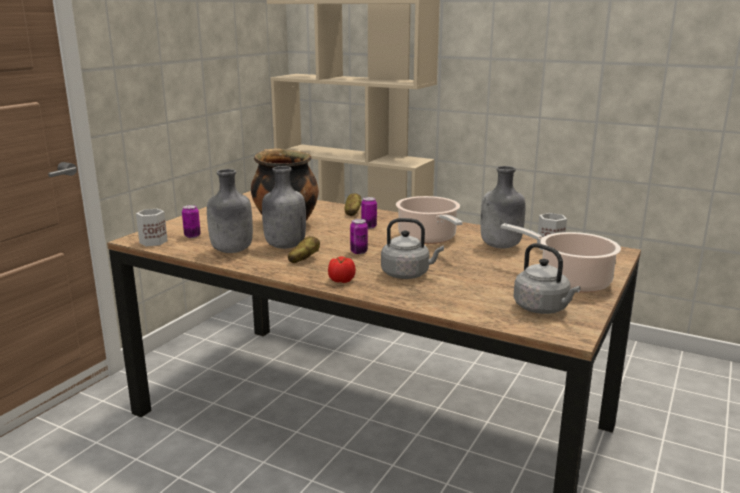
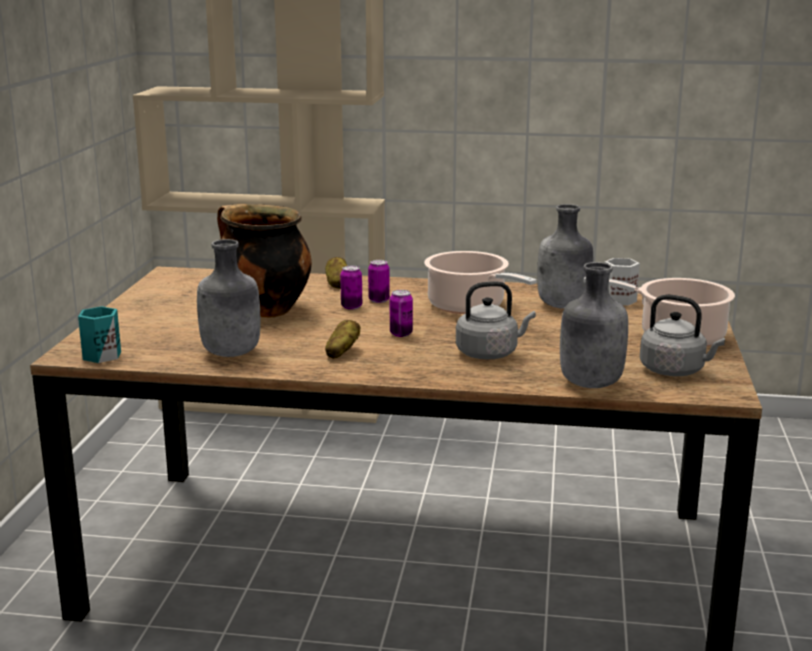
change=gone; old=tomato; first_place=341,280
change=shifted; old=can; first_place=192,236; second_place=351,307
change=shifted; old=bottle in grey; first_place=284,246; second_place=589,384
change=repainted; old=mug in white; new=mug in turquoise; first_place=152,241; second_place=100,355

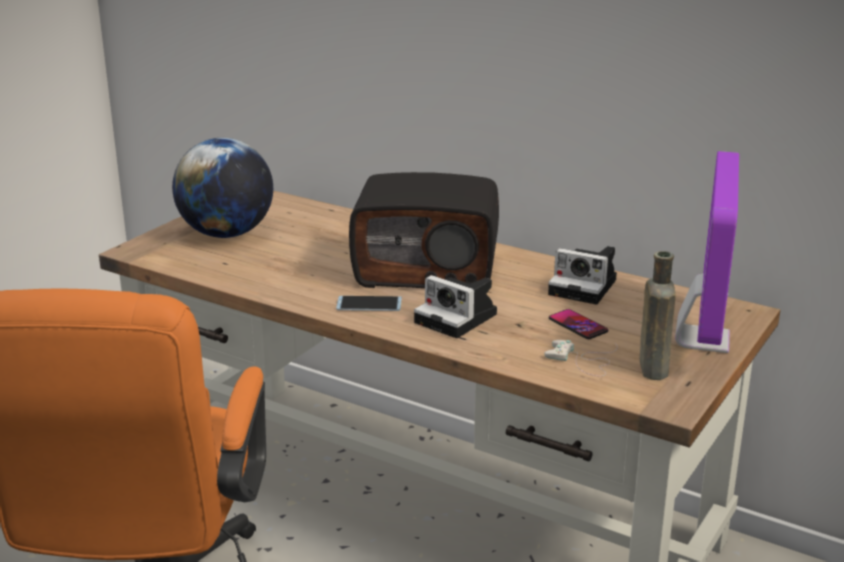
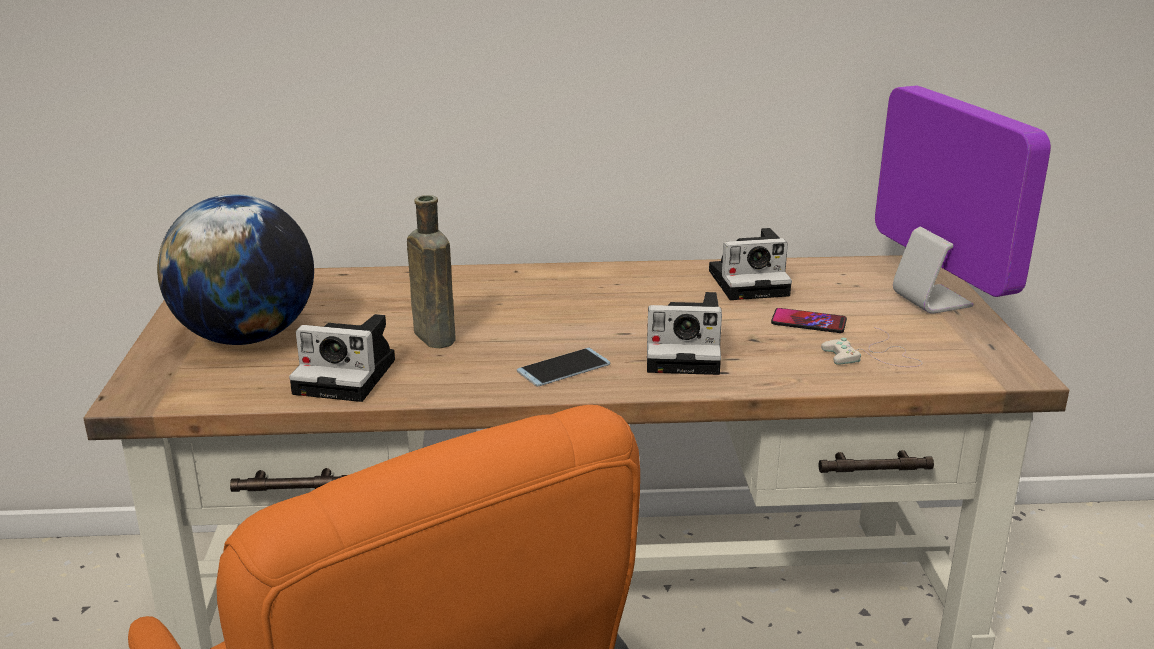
change=gone; old=radio; first_place=427,269
change=new; new=photo camera; second_place=349,376
change=shifted; old=bottle in brown; first_place=652,367; second_place=432,336

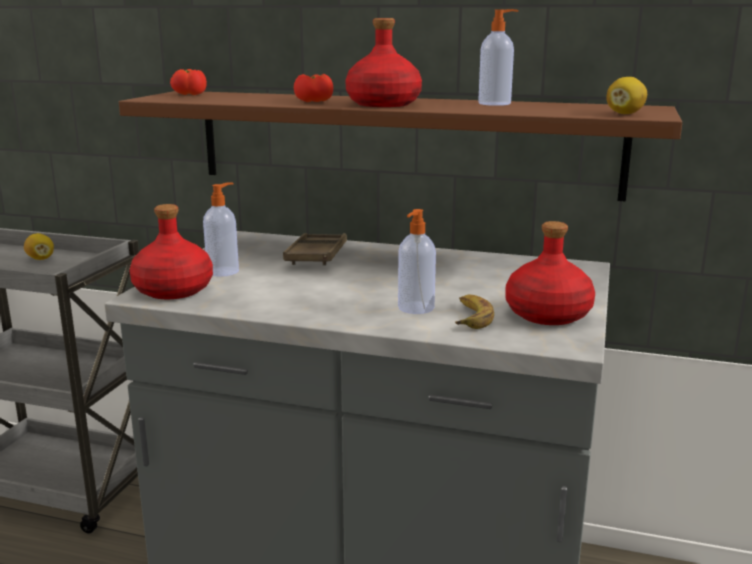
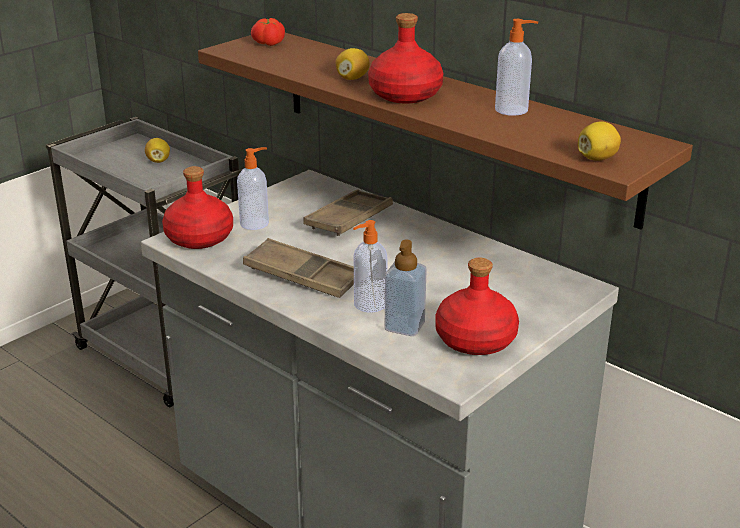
change=new; new=tray in brown; second_place=303,276
change=swapped; old=tomato; new=lemon; first_place=314,101; second_place=352,78
change=swapped; old=banana; new=soap dispenser; first_place=470,317; second_place=404,326

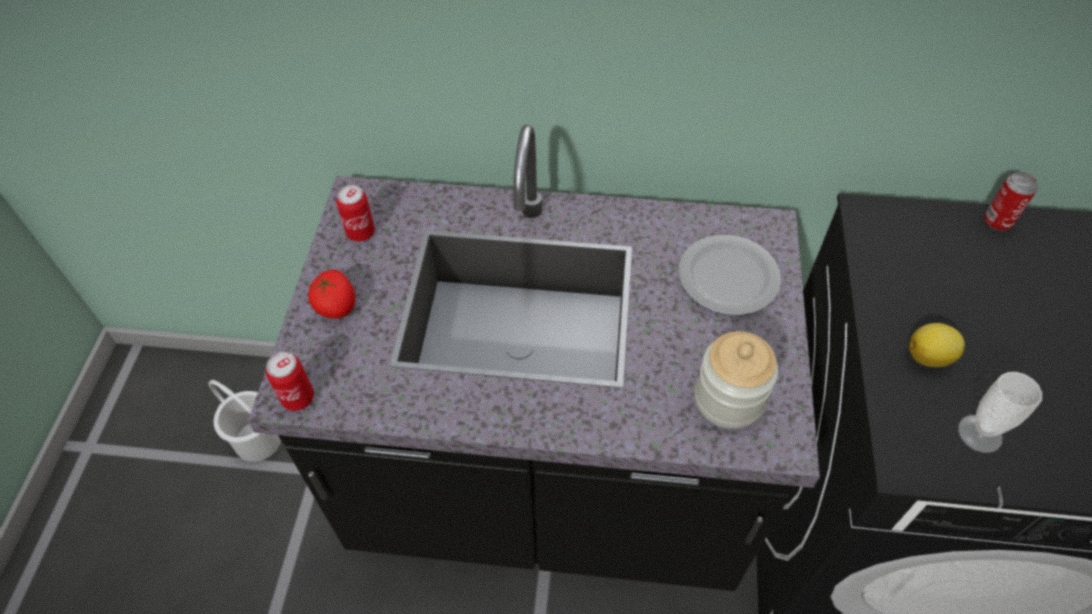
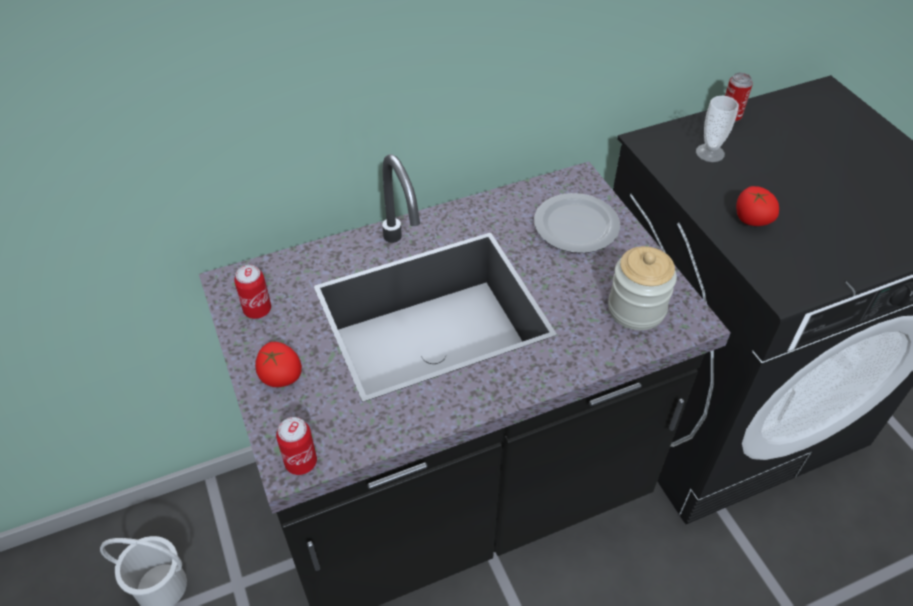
change=shifted; old=cup; first_place=979,433; second_place=710,153
change=swapped; old=lemon; new=tomato; first_place=929,357; second_place=751,219

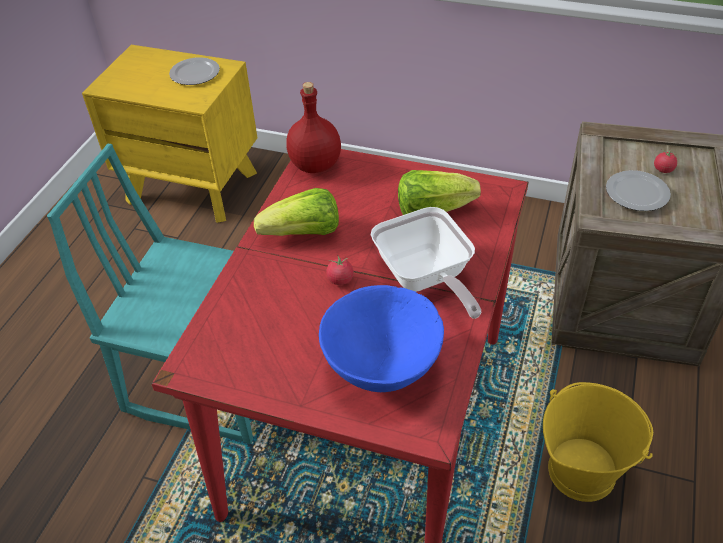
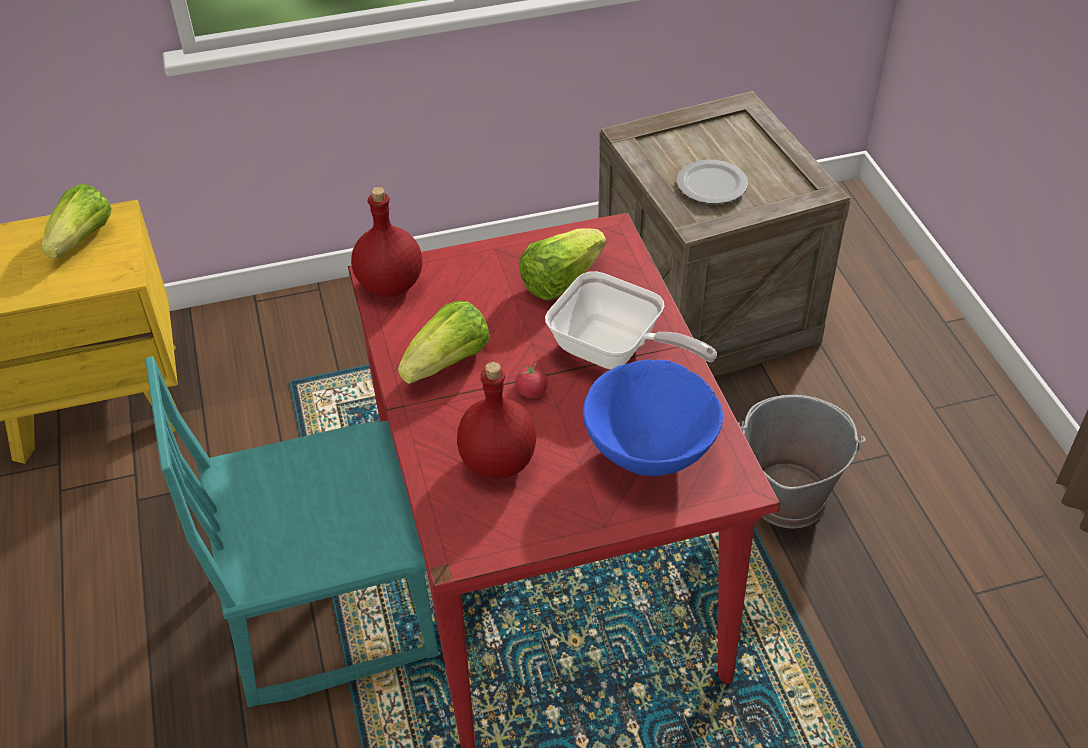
change=gone; old=tomato; first_place=663,169
change=new; new=bottle in red; second_place=499,462
change=swapped; old=plate; new=lettuce; first_place=196,73; second_place=83,239
change=repainted; old=bucket in yellow; new=bucket in grey; first_place=581,470; second_place=786,497

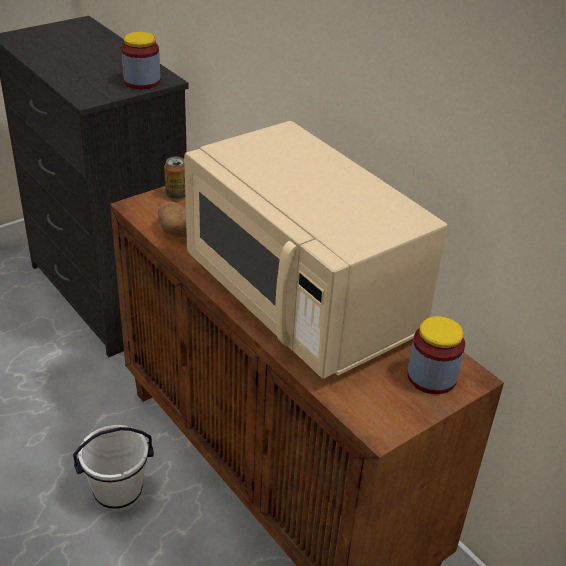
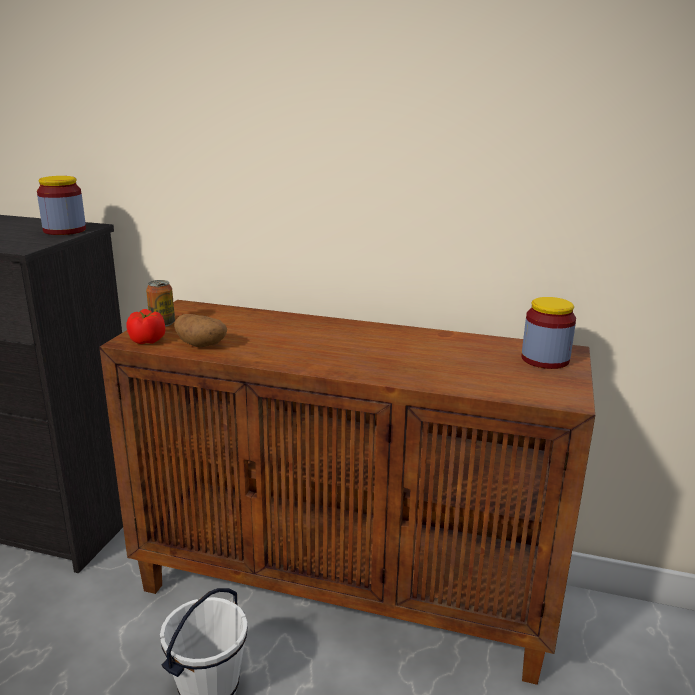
change=gone; old=microwave in beige; first_place=301,299
change=new; new=tomato; second_place=147,340

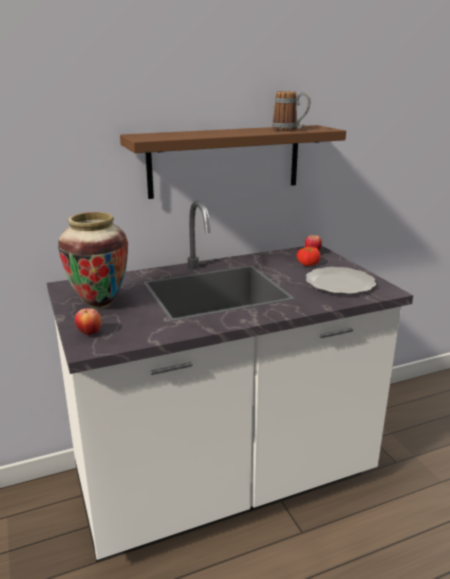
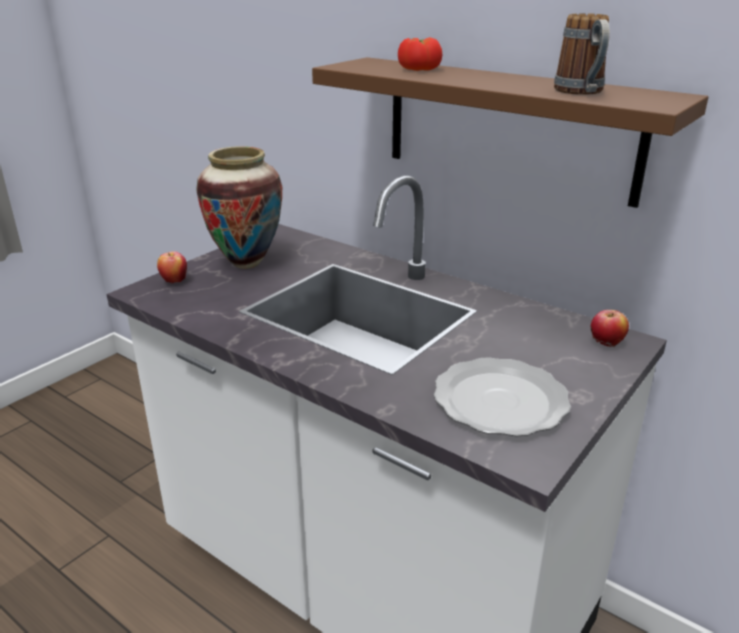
change=shifted; old=tomato; first_place=307,264; second_place=419,69

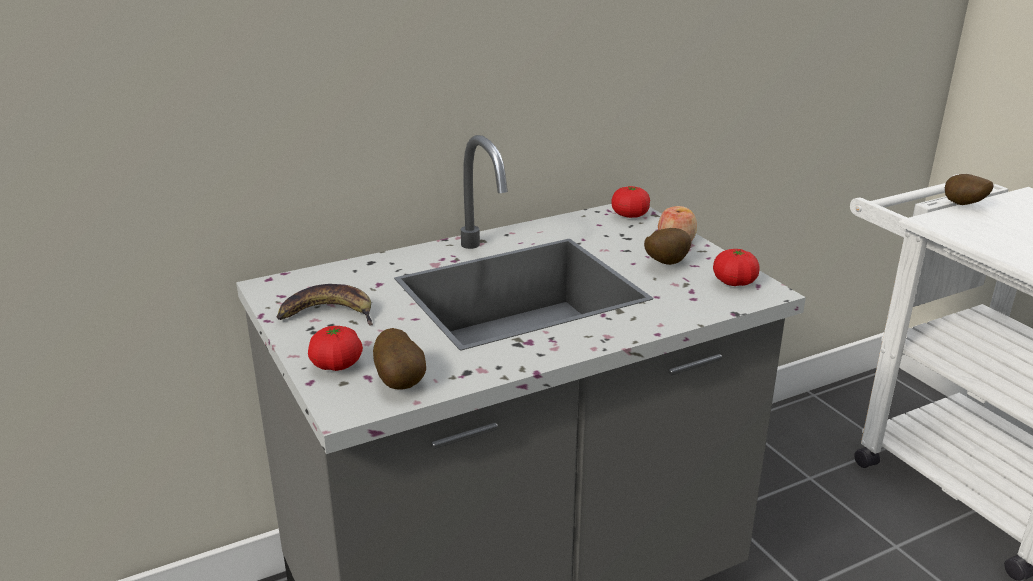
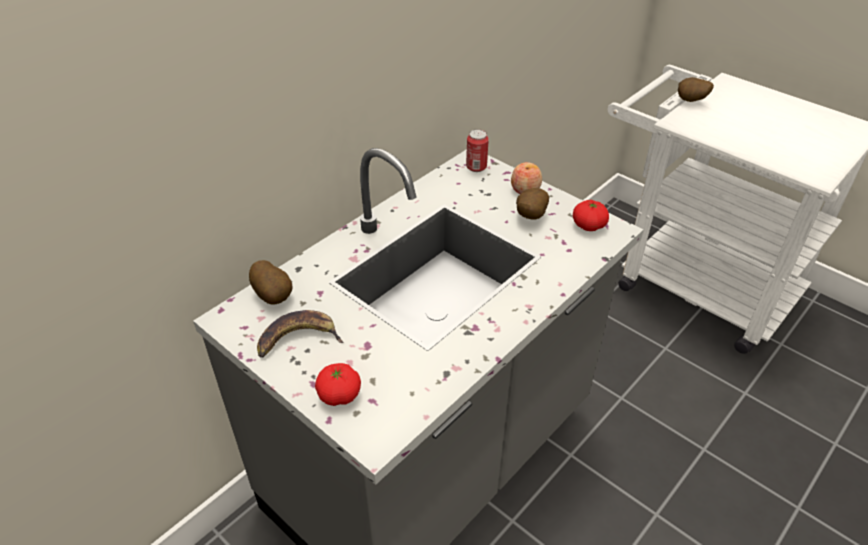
change=shifted; old=potato; first_place=401,382; second_place=274,296
change=swapped; old=tomato; new=can; first_place=630,215; second_place=476,167

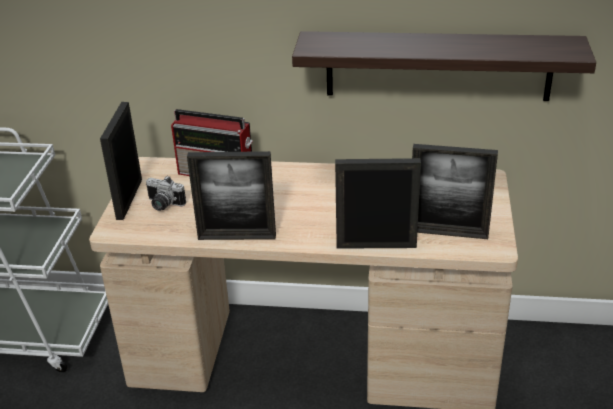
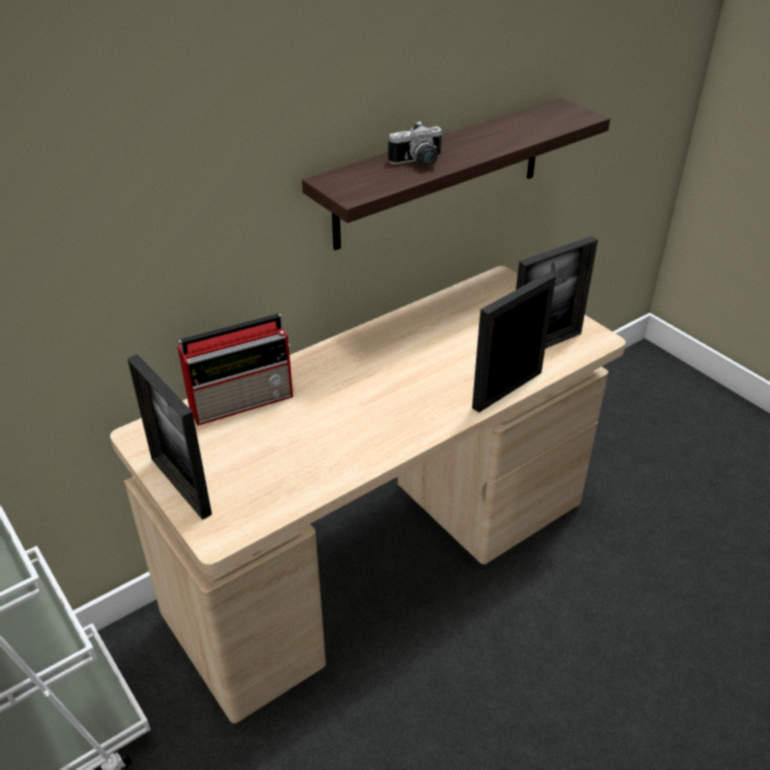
change=gone; old=picture frame; first_place=237,237
change=shifted; old=photo camera; first_place=163,205; second_place=418,163

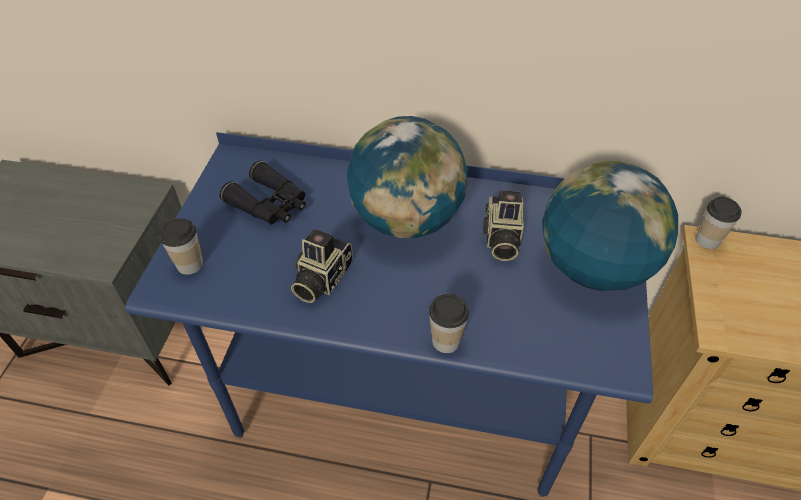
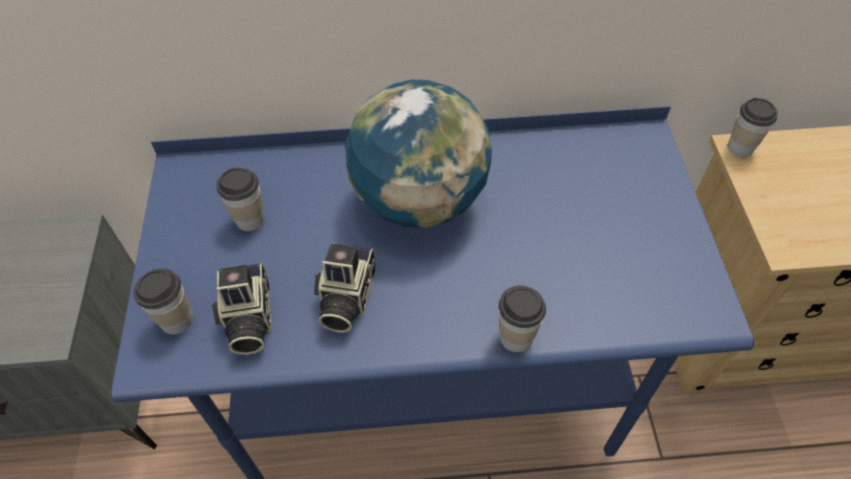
change=gone; old=globe; first_place=593,267
change=shifted; old=photo camera; first_place=501,238; second_place=247,319
change=swapped; old=binoculars in black; new=cup; first_place=270,204; second_place=250,219

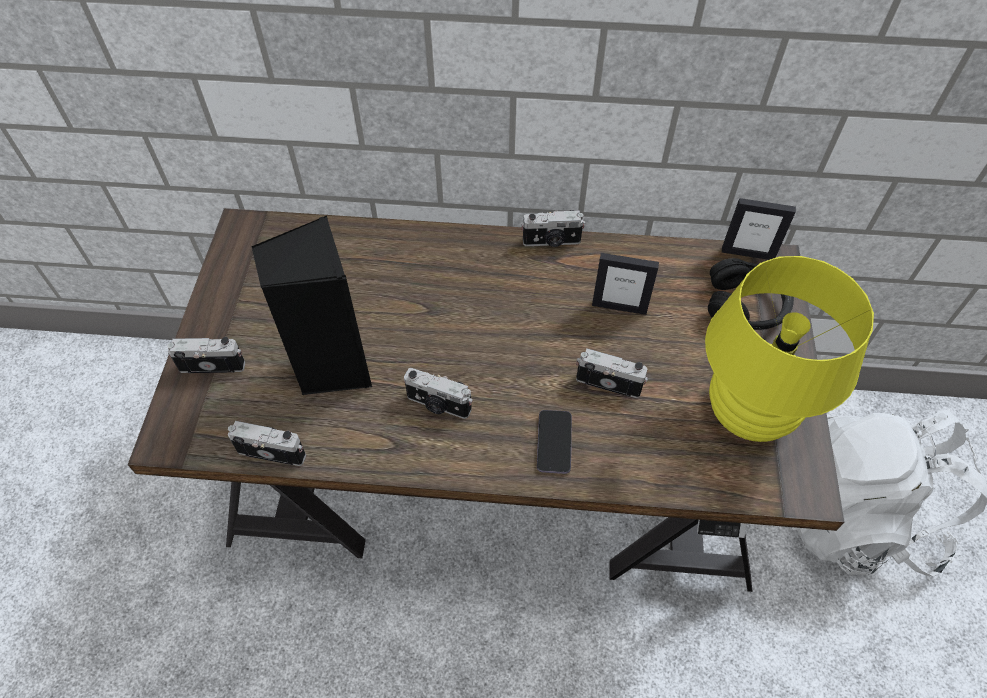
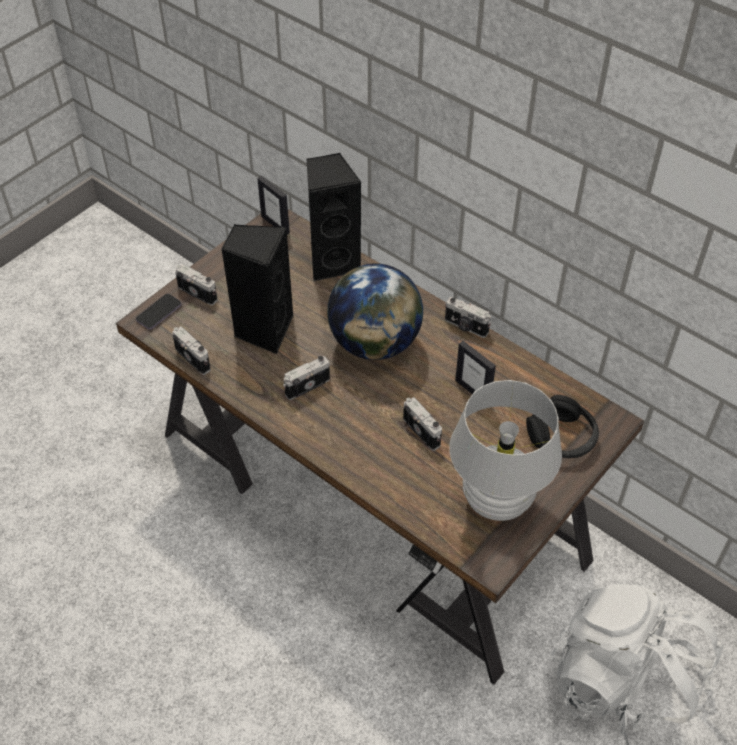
change=new; new=speaker in black; second_place=333,261
change=new; new=globe; second_place=375,343
change=shifted; old=phone; first_place=554,442; second_place=159,313
change=shifted; old=picture frame; first_place=747,253; second_place=275,224
change=repainted; old=table lamp in yellow; new=table lamp in white; first_place=748,413; second_place=496,500
change=rotated; old=photo camera; first_place=438,405; second_place=306,385; degrees=90

